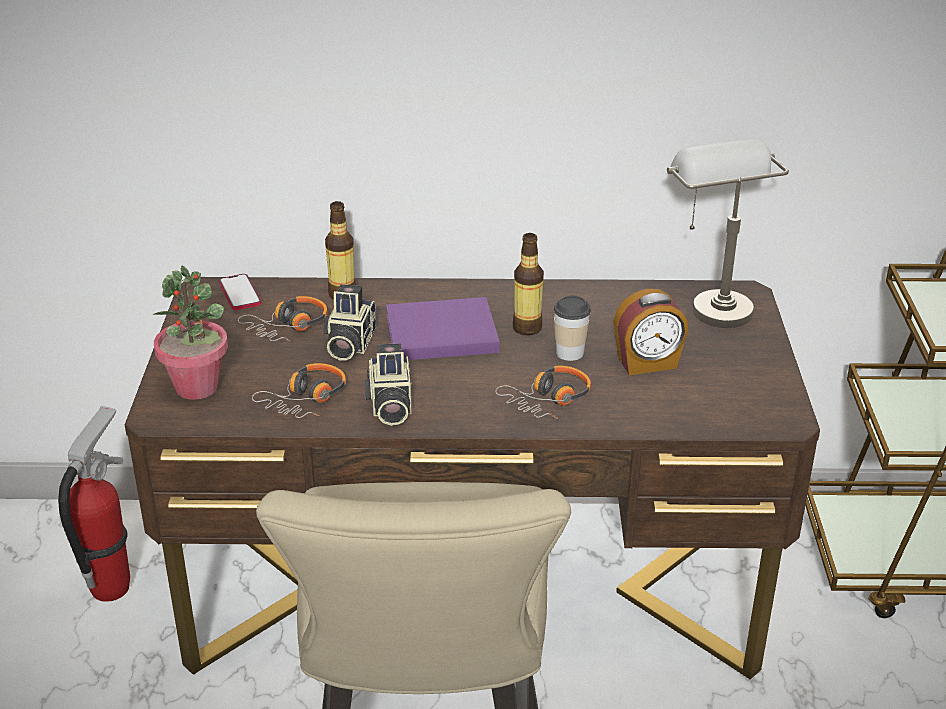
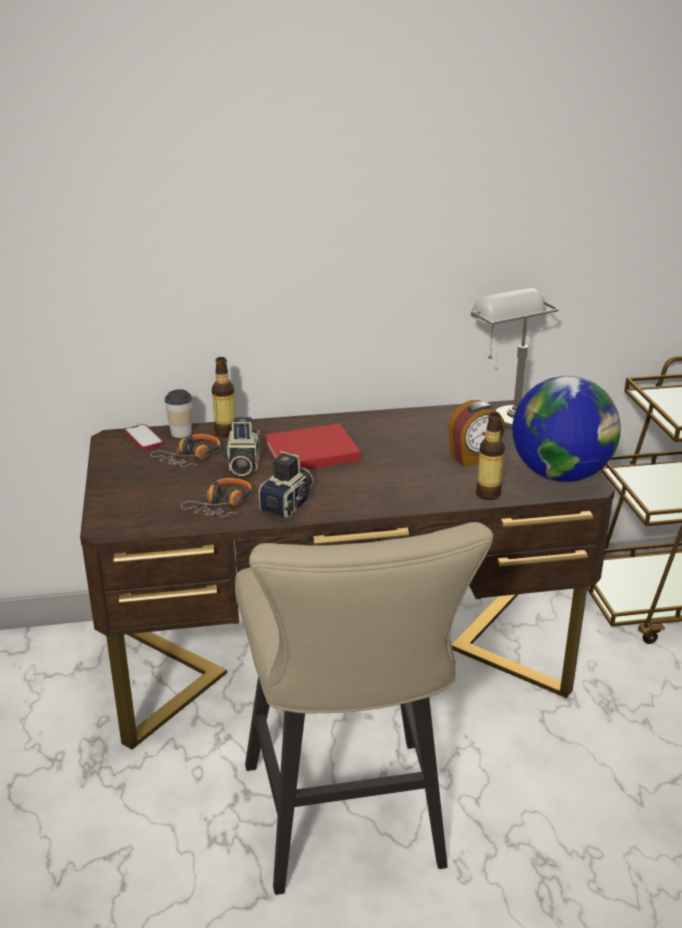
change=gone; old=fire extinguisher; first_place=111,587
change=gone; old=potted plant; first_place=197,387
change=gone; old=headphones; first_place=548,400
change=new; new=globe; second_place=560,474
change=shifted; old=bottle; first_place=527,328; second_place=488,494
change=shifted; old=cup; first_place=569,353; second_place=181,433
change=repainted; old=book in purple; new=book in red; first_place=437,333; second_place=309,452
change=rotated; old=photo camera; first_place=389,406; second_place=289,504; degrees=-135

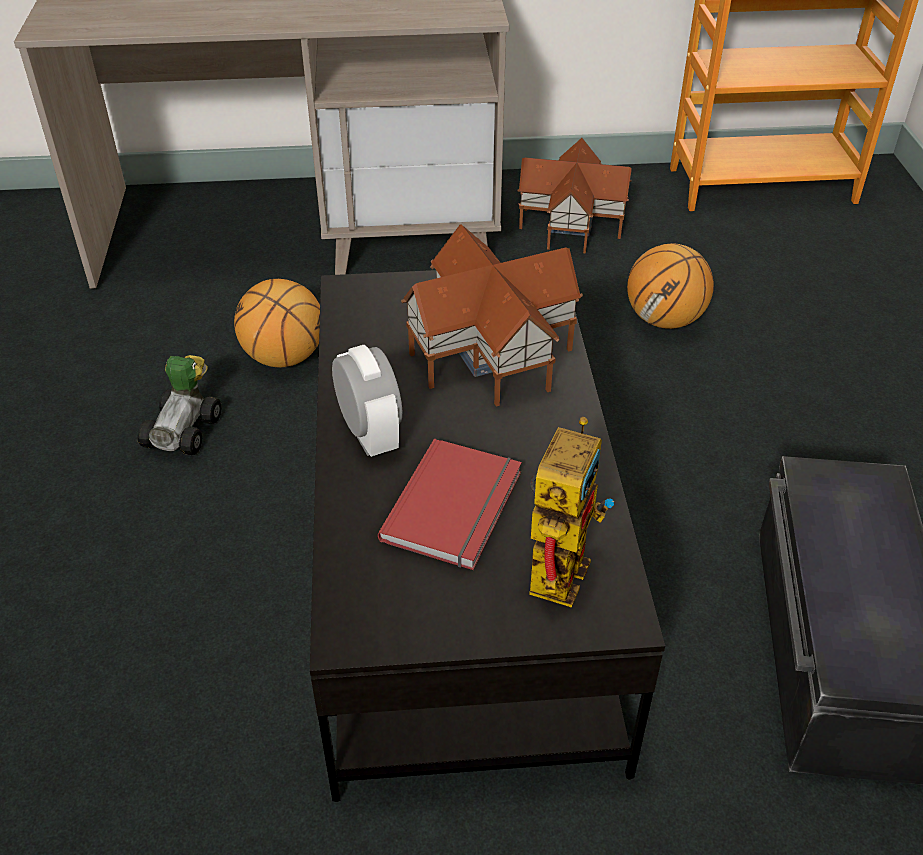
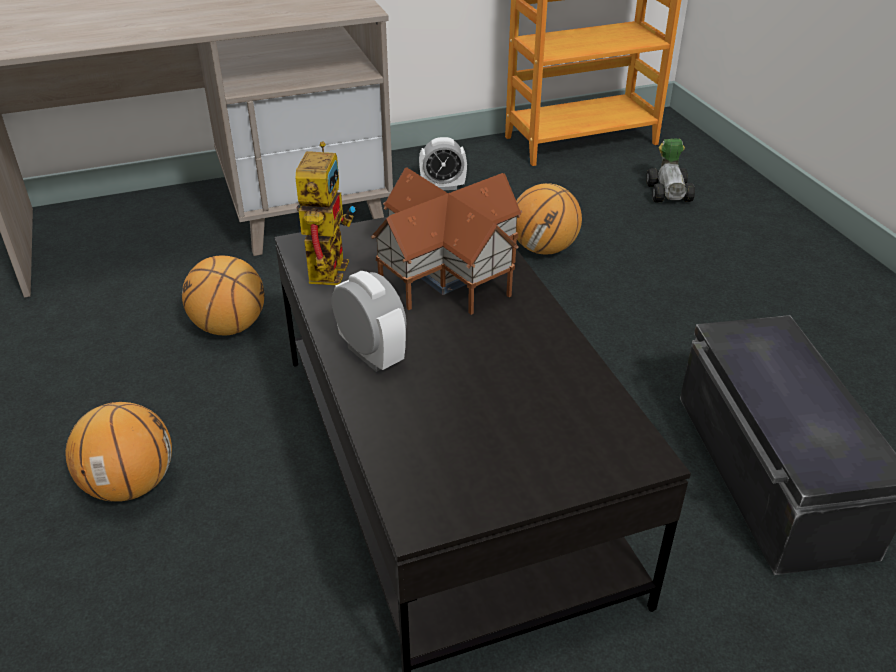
change=gone; old=book in red; first_place=457,507
change=new; new=basketball; second_place=130,484
change=shifted; old=toy car; first_place=187,428; second_place=669,191
change=shifted; old=toy robot; first_place=557,563; second_place=326,265
change=swapped; old=toy house; new=alarm clock; first_place=573,223; second_place=443,187

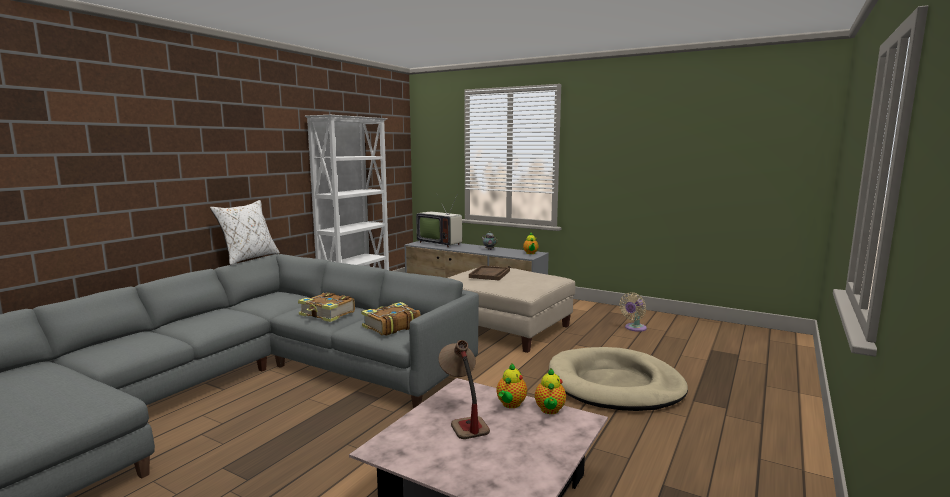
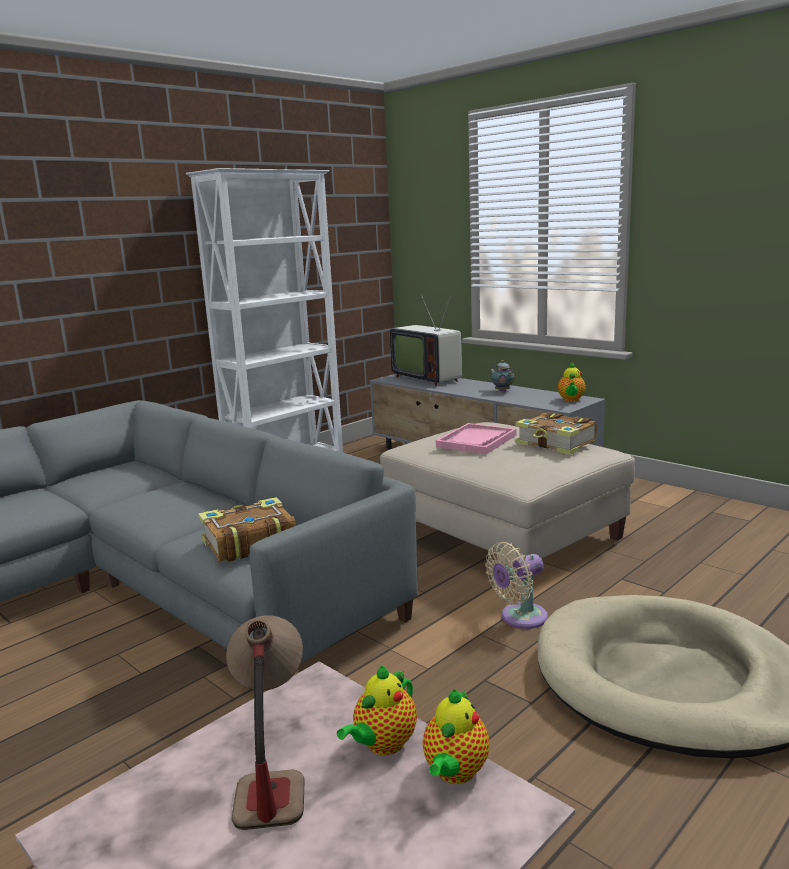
change=gone; old=pillow in white; first_place=248,258
change=shifted; old=book; first_place=327,314; second_place=556,444
change=shifted; old=fan in beige; first_place=634,328; second_place=519,618
change=repainted; old=tray in brown; new=tray in pink; first_place=489,274; second_place=476,441

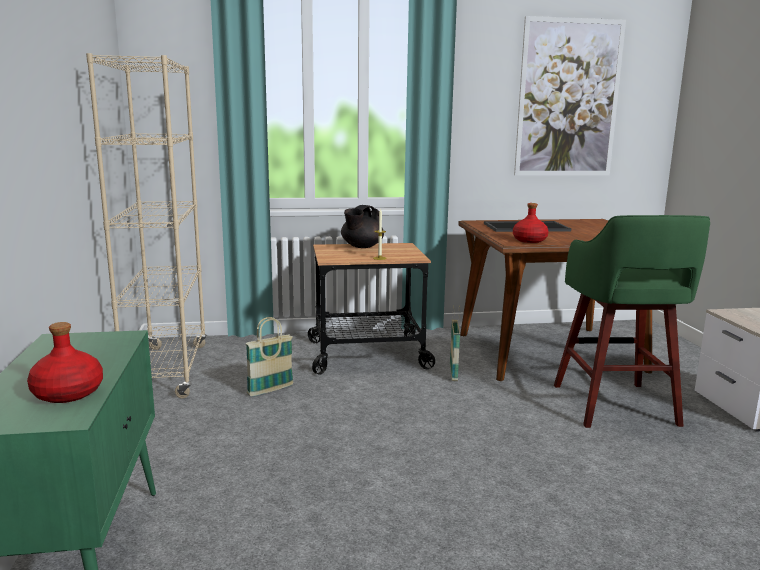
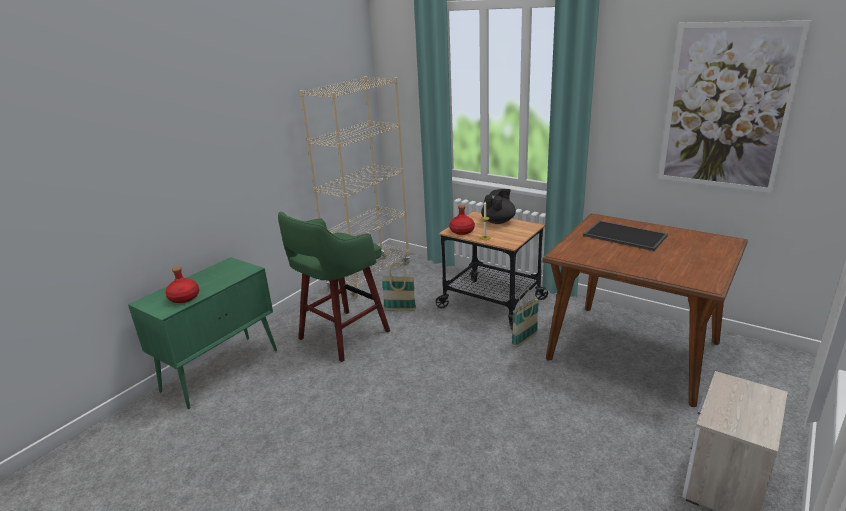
change=shifted; old=bottle in red; first_place=529,240; second_place=462,231
change=shifted; old=stool in green; first_place=615,407; second_place=341,336
change=rotated; old=teapot in black; first_place=361,246; second_place=498,221; degrees=135

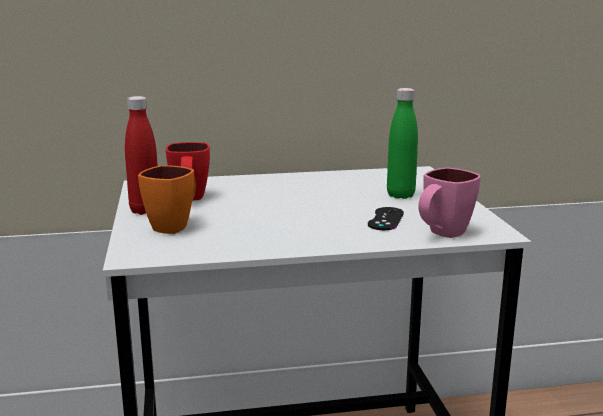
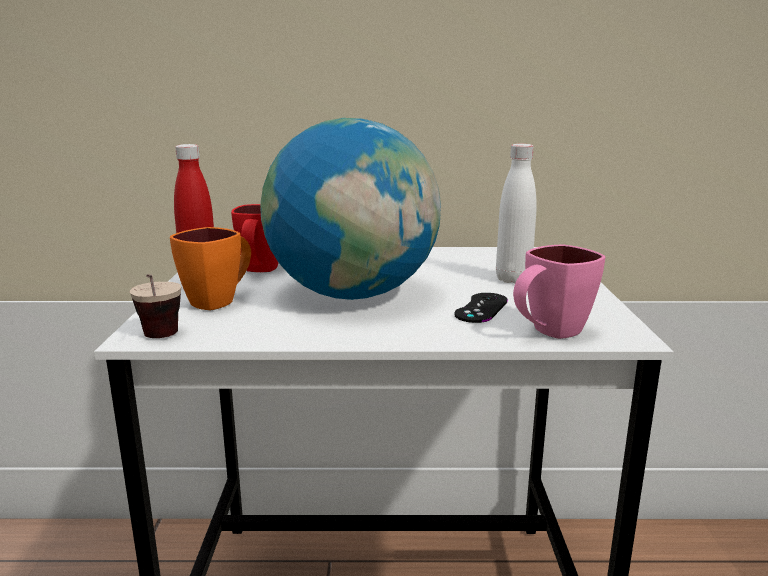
change=new; new=cup; second_place=160,341
change=new; new=globe; second_place=353,294
change=repainted; old=bottle in green; new=bottle in white; first_place=400,195; second_place=513,279

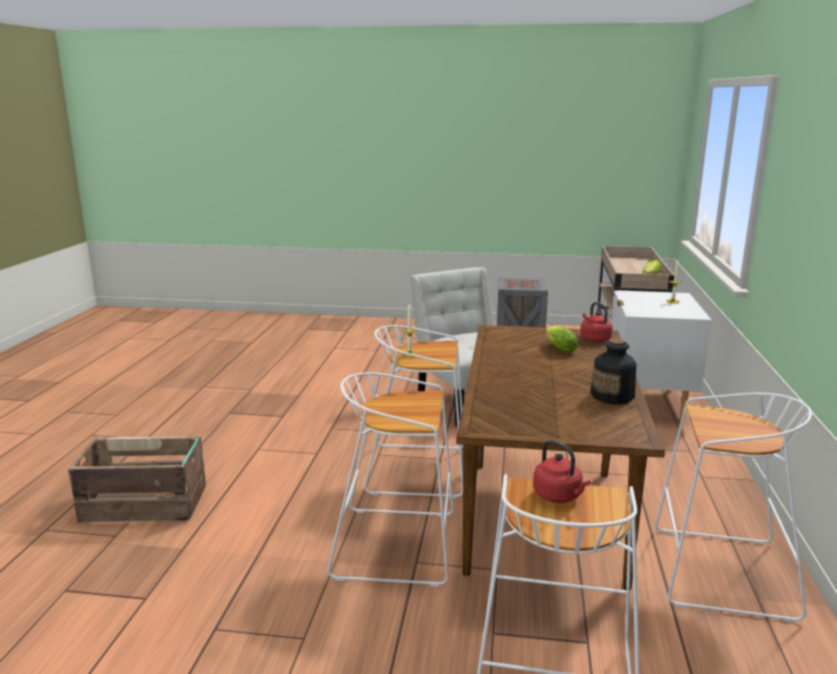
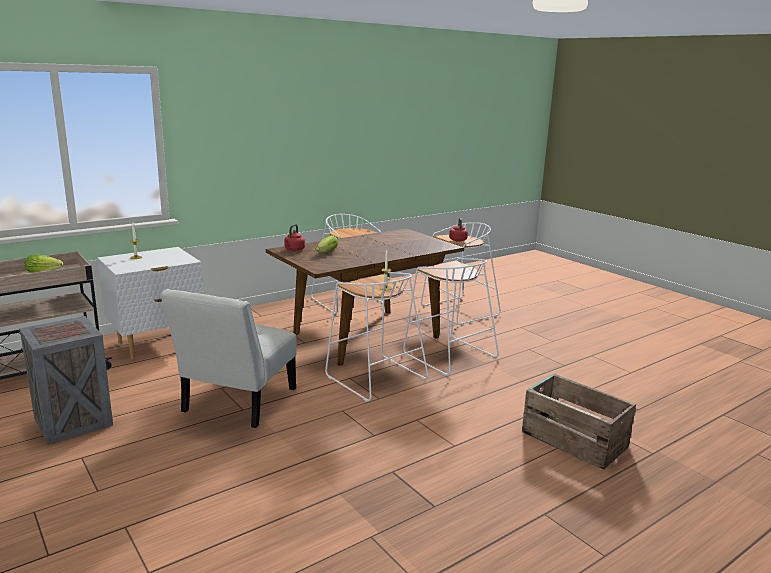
change=gone; old=bottle; first_place=612,396

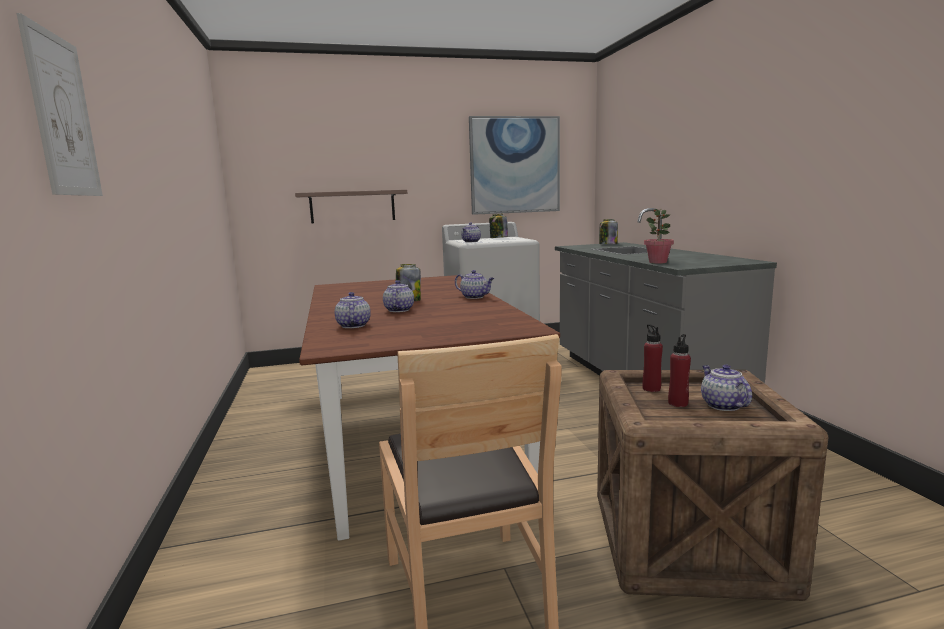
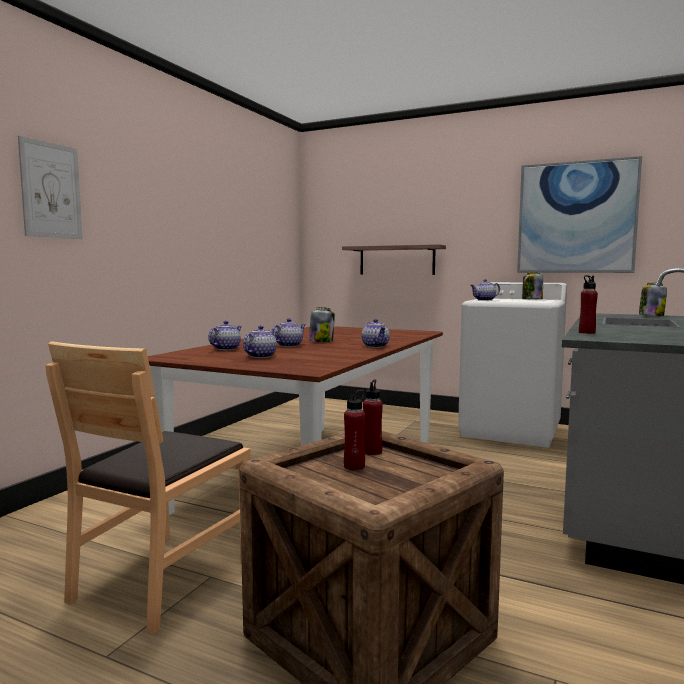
change=shifted; old=teapot; first_place=722,405; second_place=261,356
change=swapped; old=potted plant; new=bottle in red; first_place=657,262; second_place=586,332

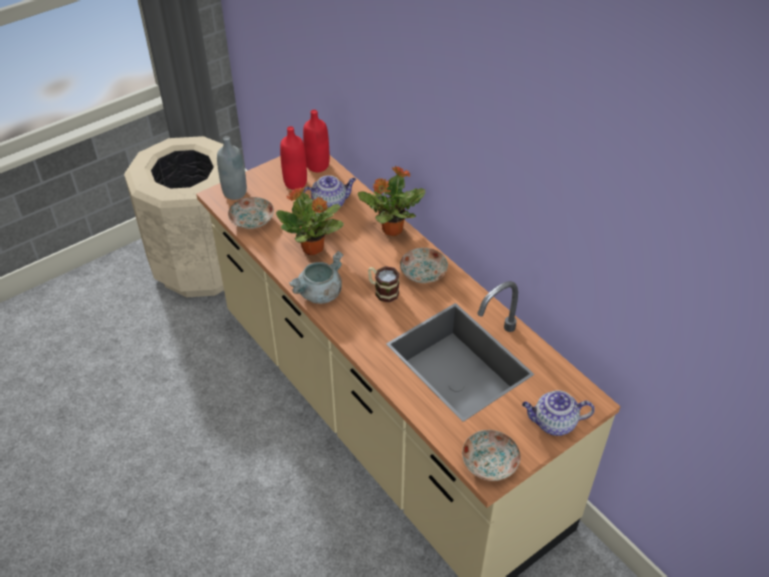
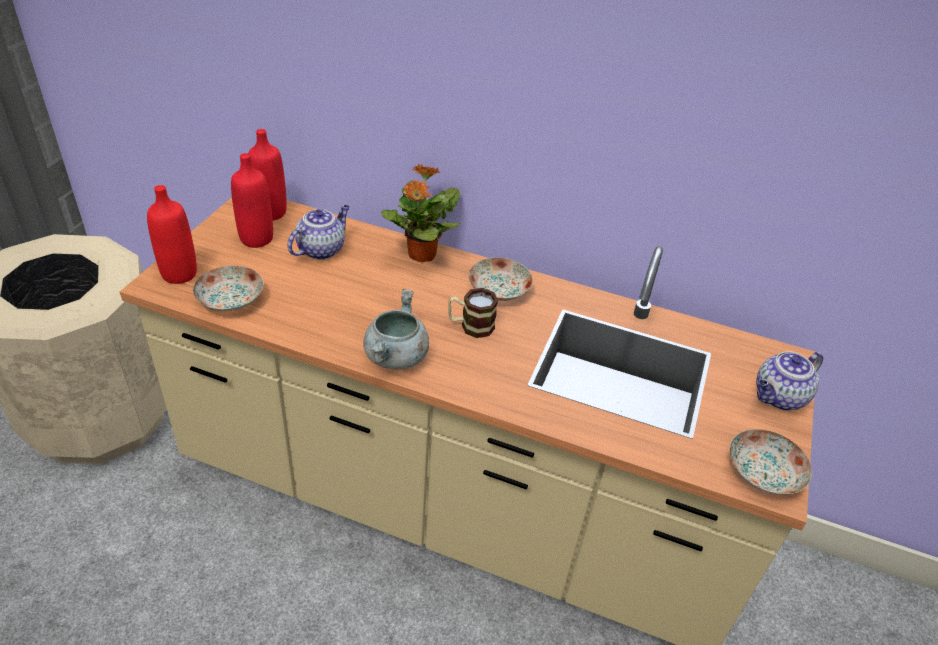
change=gone; old=potted plant; first_place=313,248
change=repainted; old=bottle in grey; new=bottle in red; first_place=235,193; second_place=179,274

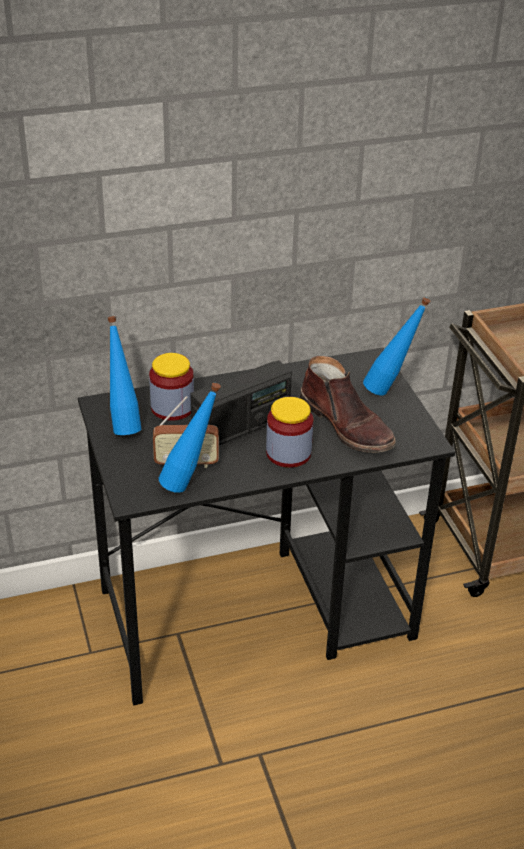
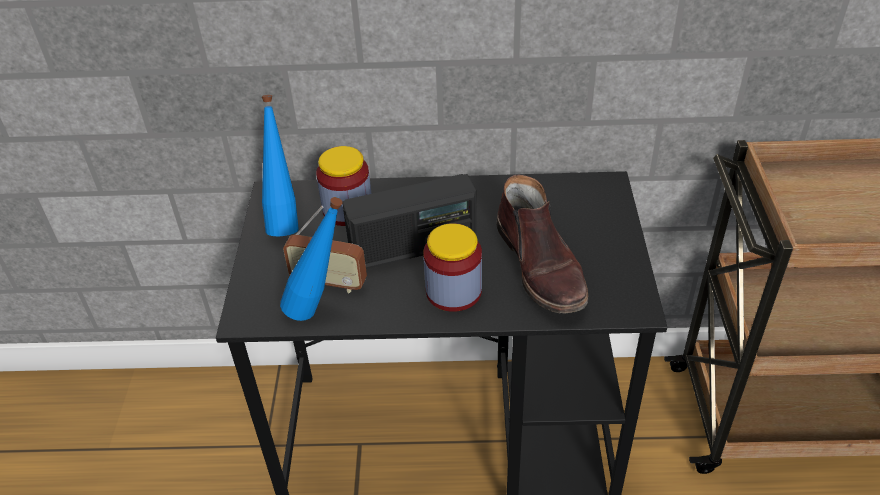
change=gone; old=bottle in blue; first_place=390,390

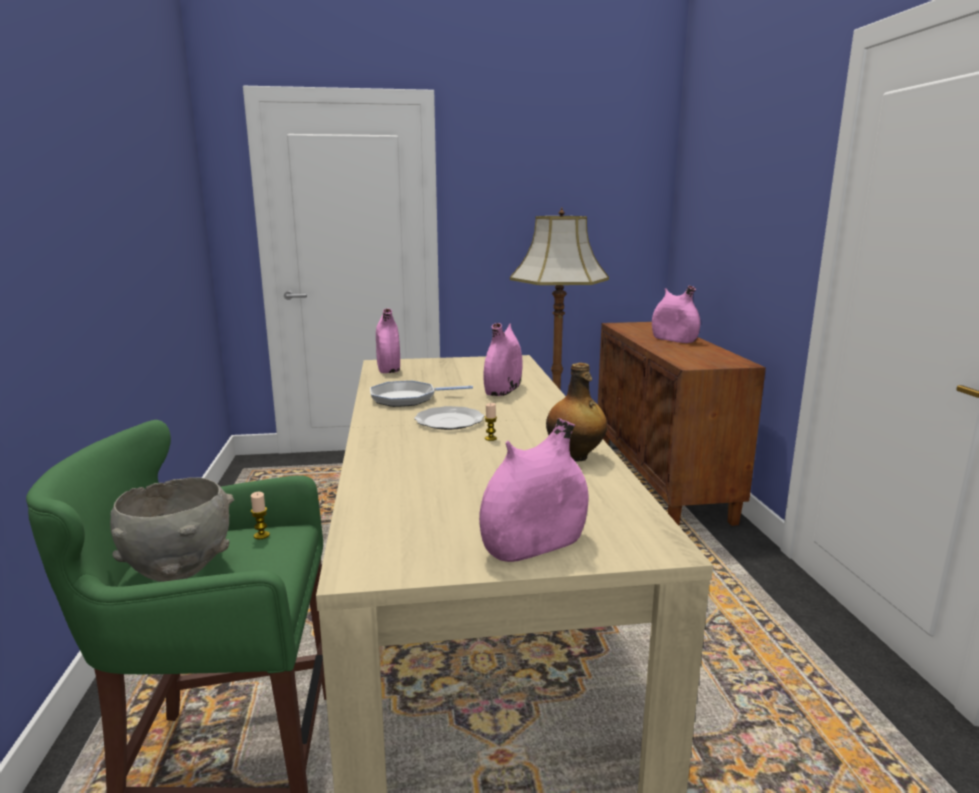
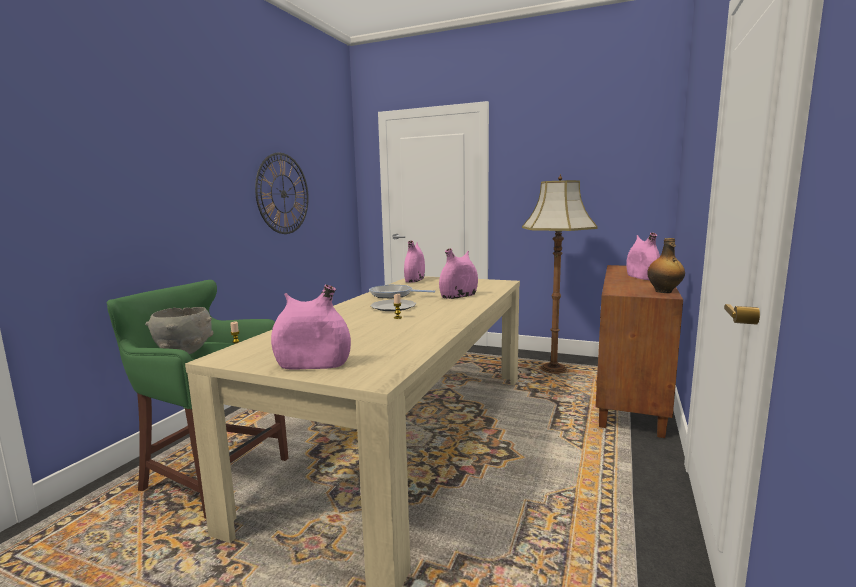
change=new; new=wall clock; second_place=283,194
change=shifted; old=bottle; first_place=574,457; second_place=664,291

